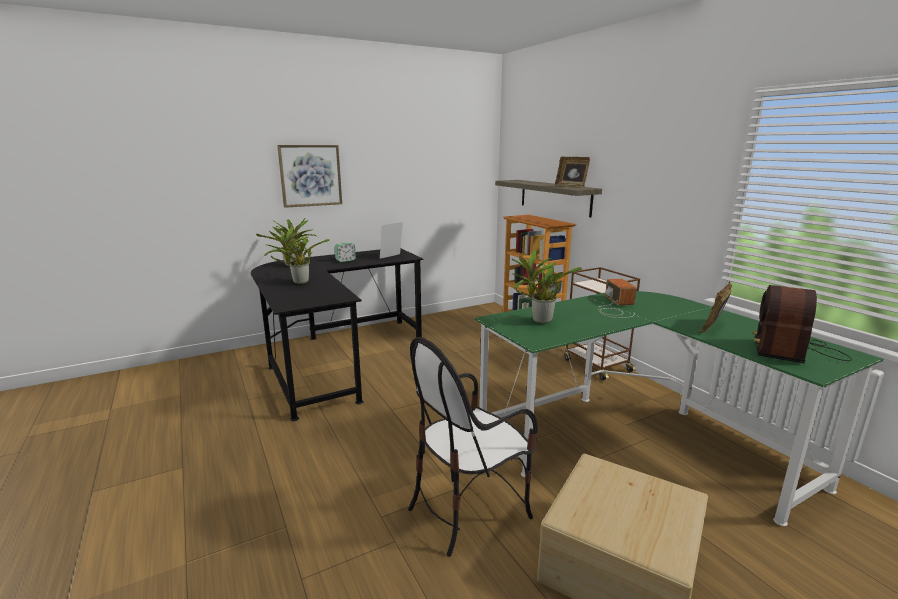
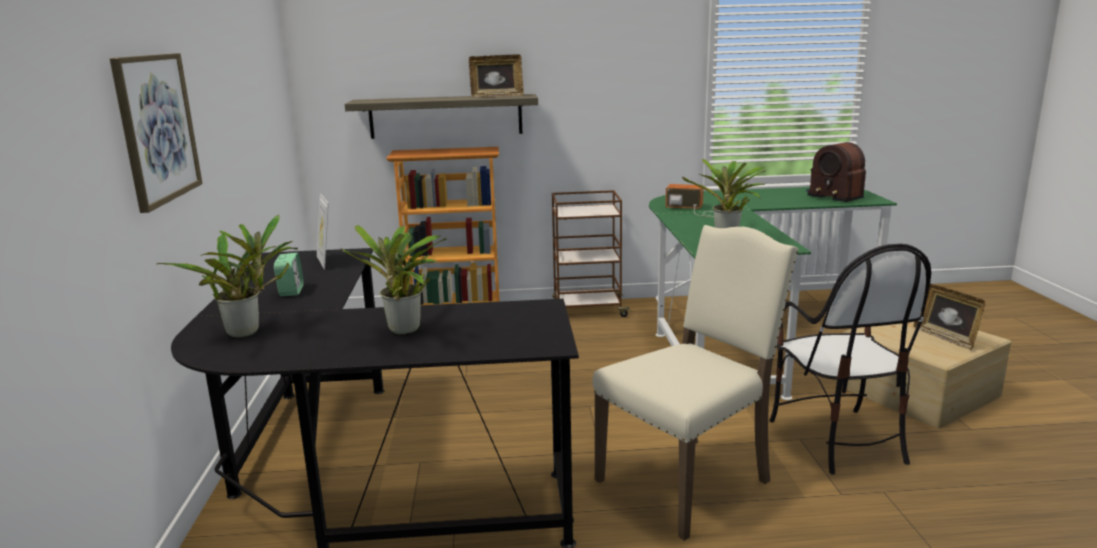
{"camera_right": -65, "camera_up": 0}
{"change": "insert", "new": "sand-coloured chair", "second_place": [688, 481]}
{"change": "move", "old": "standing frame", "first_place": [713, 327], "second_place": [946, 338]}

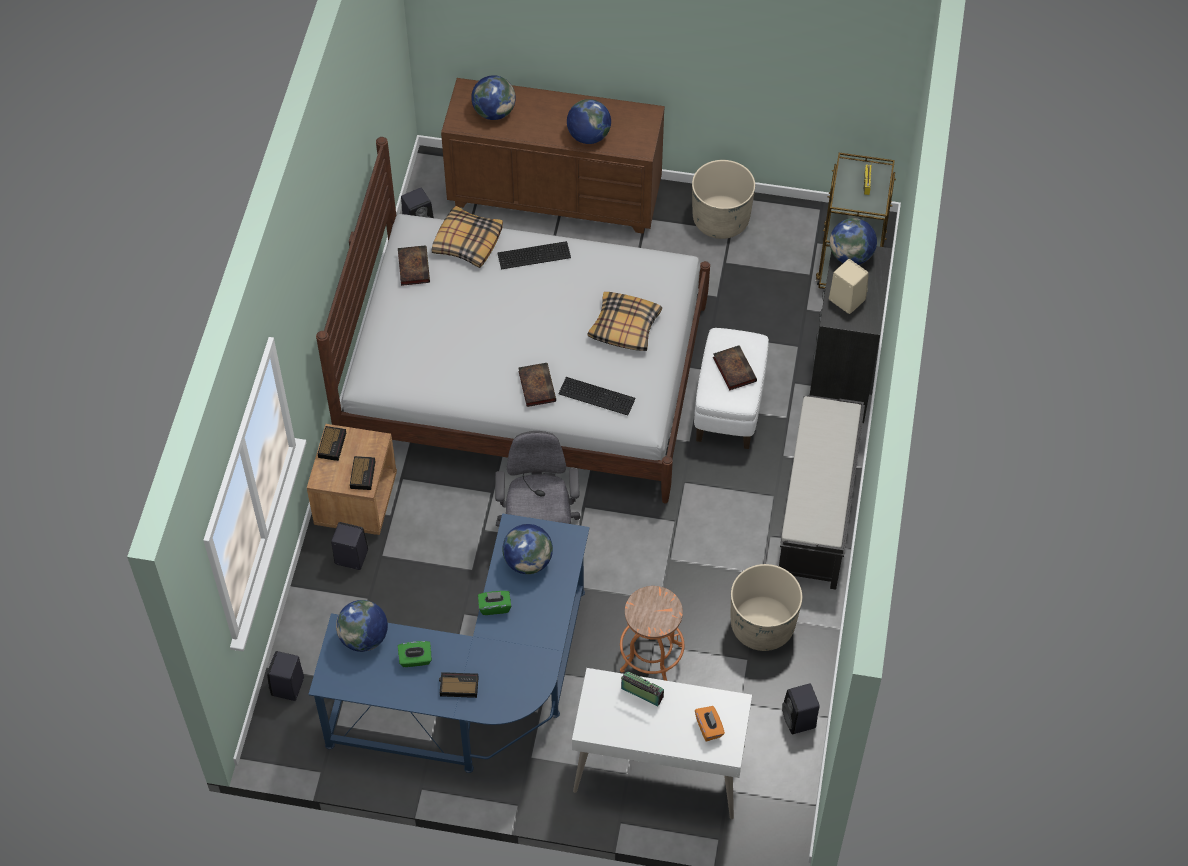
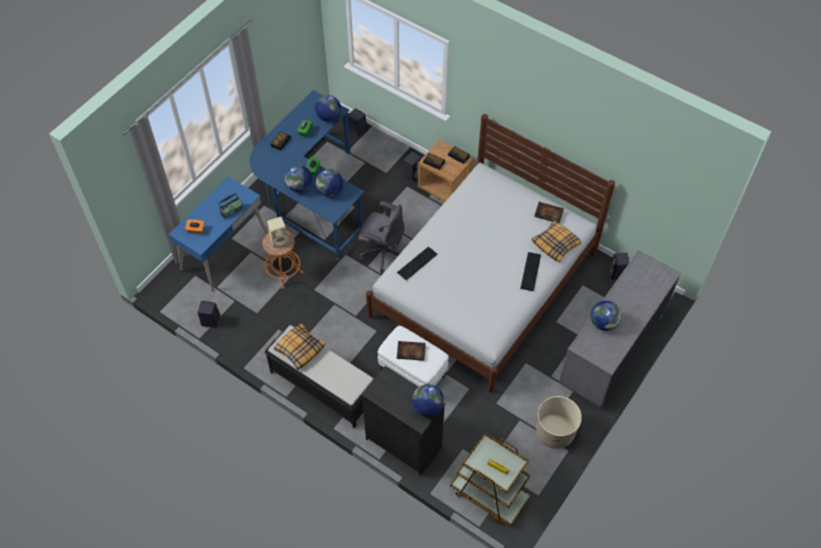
{"camera_right": 115, "camera_up": 0}
{"change": "recolor", "old": "white-coloured desk unit", "new": "blue desk unit", "first_place": [659, 770], "second_place": [224, 251]}
{"change": "move", "old": "sand-coloured loudspeaker", "first_place": [845, 299], "second_place": [280, 239]}
{"change": "move", "old": "pillow", "first_place": [624, 327], "second_place": [299, 349]}
{"change": "move", "old": "world globe", "first_place": [494, 112], "second_place": [299, 187]}
{"change": "recolor", "old": "brownish chest of drawers", "new": "greyish chest of drawers", "first_place": [555, 195], "second_place": [612, 349]}
{"change": "delete", "old": "book", "first_place": [536, 385]}
{"change": "delete", "old": "sand-coloured planter", "first_place": [762, 625]}

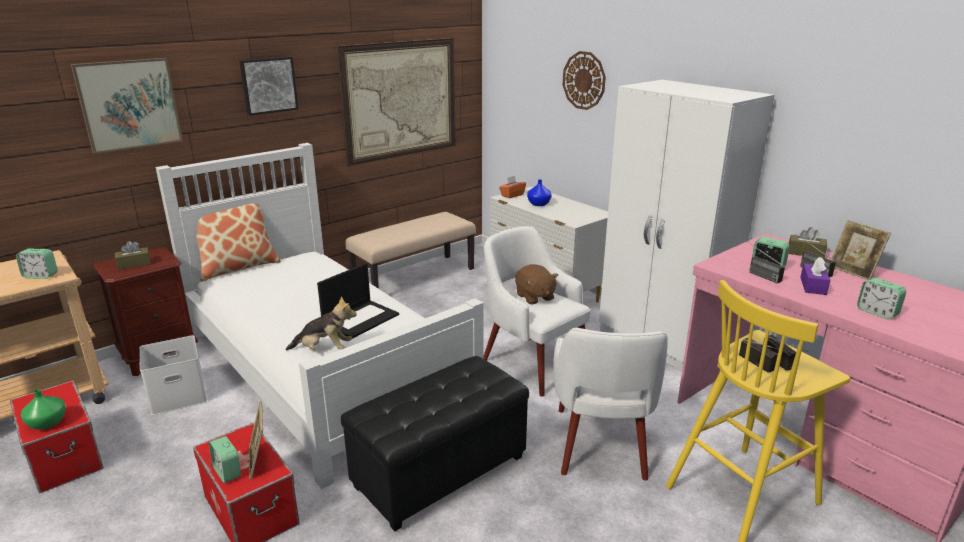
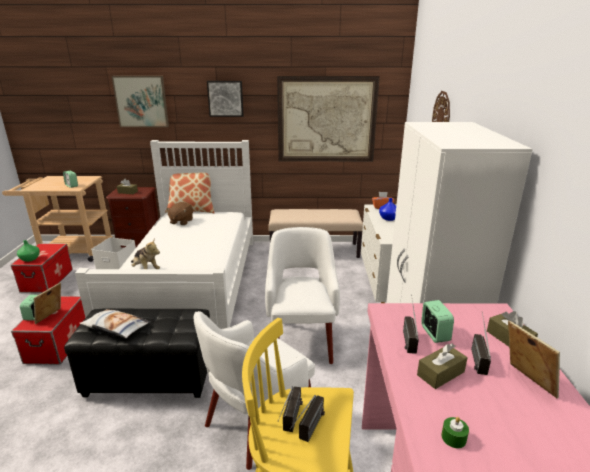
{"camera_right": 40, "camera_up": 0}
{"change": "insert", "new": "pillow", "second_place": [115, 327]}
{"change": "move", "old": "brownish cuddly toy", "first_place": [534, 297], "second_place": [181, 221]}
{"change": "recolor", "old": "purplish tissue box", "new": "brownish tissue box", "first_place": [813, 286], "second_place": [440, 373]}
{"change": "replace", "old": "table clock", "new": "green wax light", "first_place": [877, 312], "second_place": [453, 438]}
{"change": "rotate", "old": "standing frame", "first_place": [853, 272], "second_place": [525, 383], "degrees": 150}
{"change": "delete", "old": "laptop", "first_place": [361, 319]}

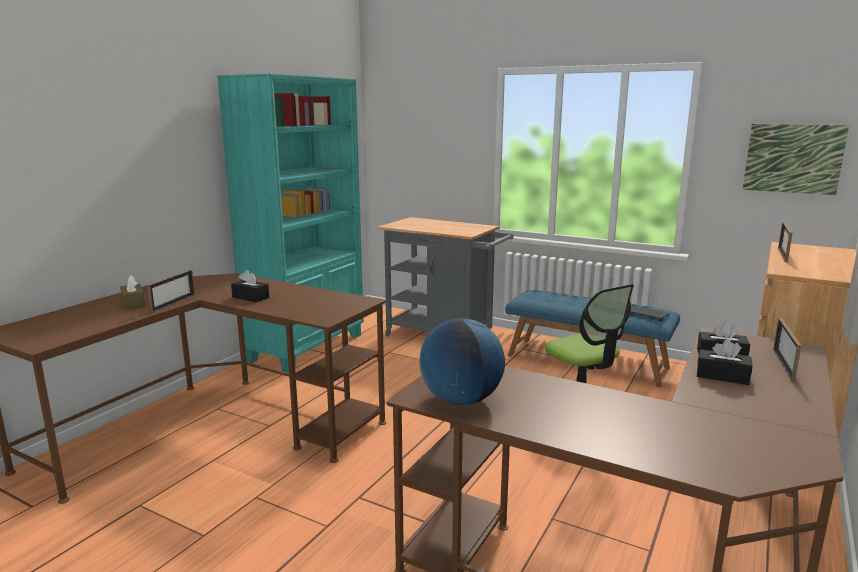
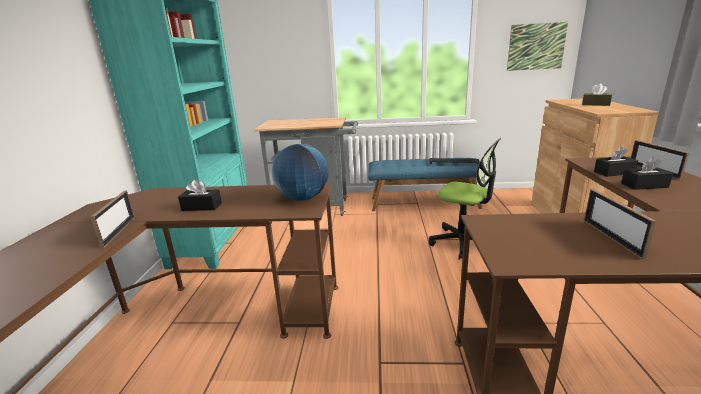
{"camera_right": -25, "camera_up": 5}
{"change": "move", "old": "world globe", "first_place": [461, 400], "second_place": [302, 198]}
{"change": "move", "old": "brownish tissue box", "first_place": [133, 303], "second_place": [596, 104]}
{"change": "move", "old": "standing frame", "first_place": [782, 255], "second_place": [611, 238]}

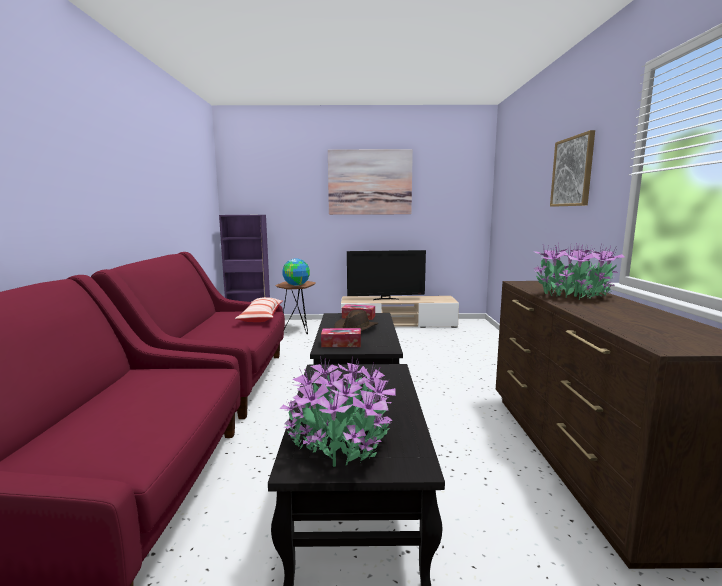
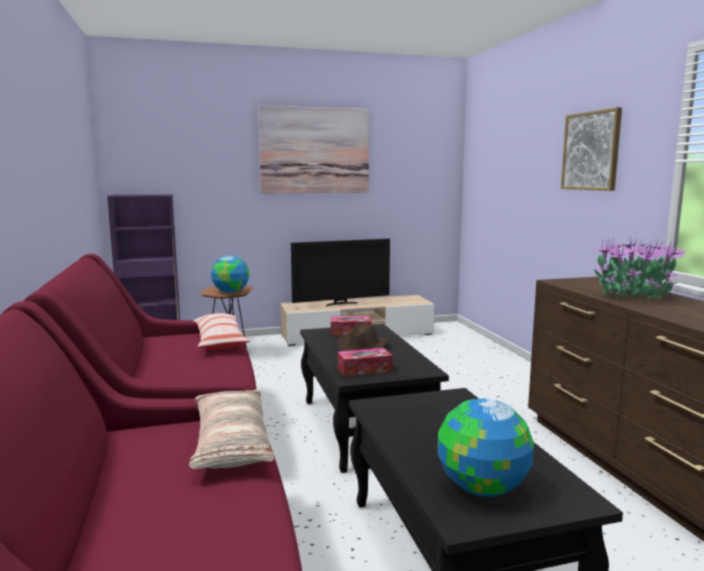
{"camera_right": -15, "camera_up": 0}
{"change": "insert", "new": "pillow", "second_place": [230, 442]}
{"change": "replace", "old": "plant in a pot", "new": "world globe", "first_place": [340, 442], "second_place": [481, 488]}

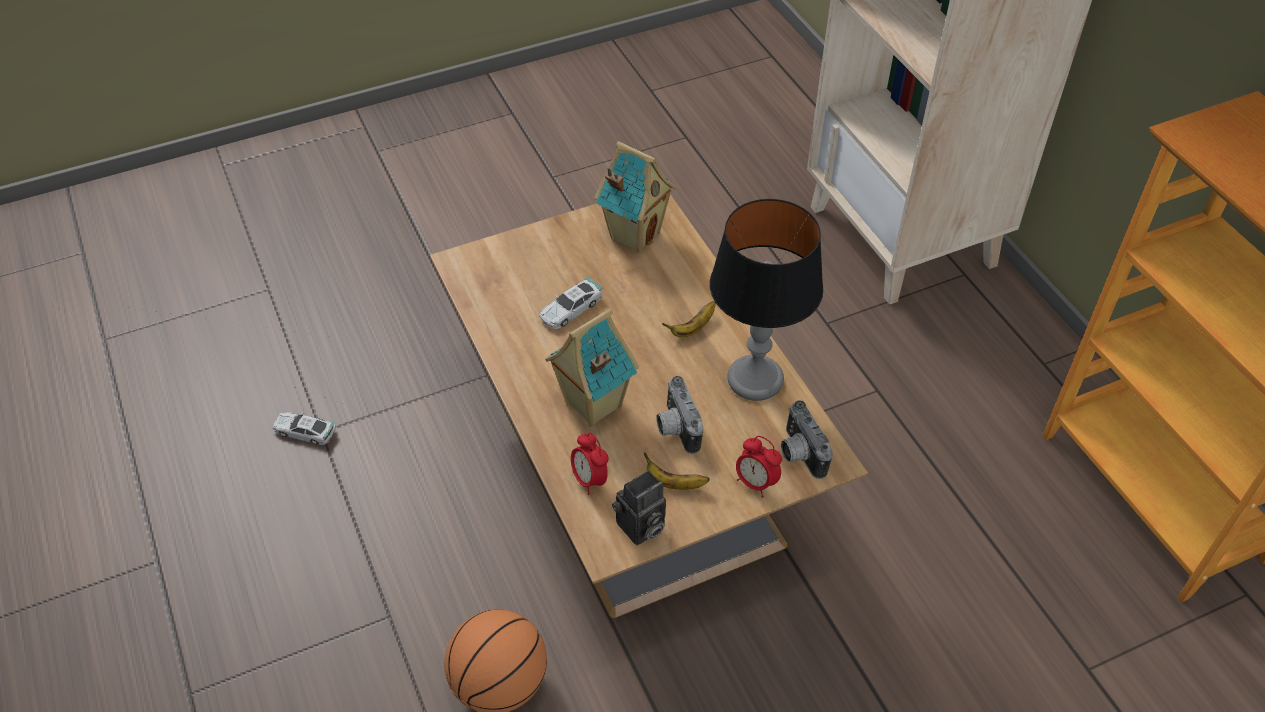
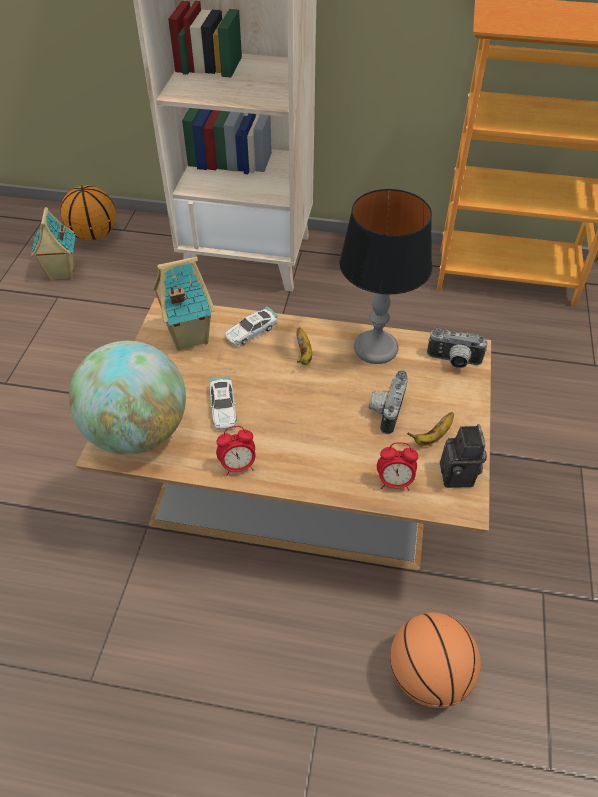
{"camera_right": -55, "camera_up": 0}
{"change": "move", "old": "model house", "first_place": [591, 405], "second_place": [61, 273]}
{"change": "insert", "new": "ball for basketball", "second_place": [94, 234]}
{"change": "insert", "new": "world globe", "second_place": [138, 432]}
{"change": "move", "old": "table clock", "first_place": [755, 483], "second_place": [238, 466]}
{"change": "move", "old": "toy car", "first_place": [305, 431], "second_place": [251, 331]}
{"change": "rotate", "old": "still camera", "first_place": [675, 428], "second_place": [385, 410], "degrees": 90}

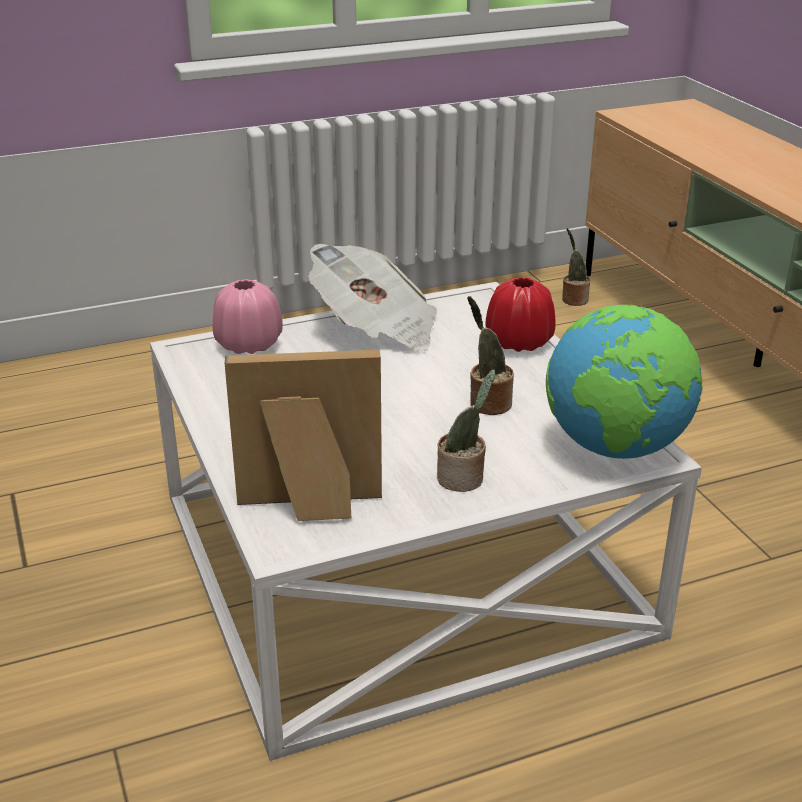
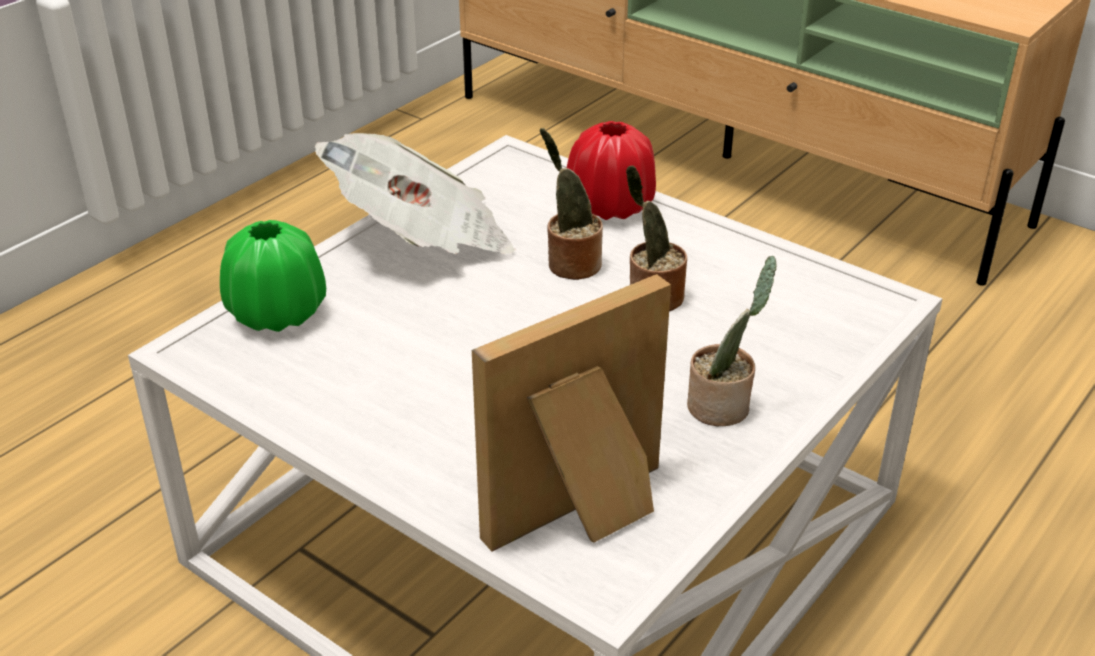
{"camera_right": -30, "camera_up": 5}
{"change": "recolor", "old": "pinkish decorative vase", "new": "green decorative vase", "first_place": [249, 344], "second_place": [278, 313]}
{"change": "move", "old": "plant in a pot", "first_place": [573, 299], "second_place": [570, 264]}
{"change": "delete", "old": "world globe", "first_place": [615, 447]}

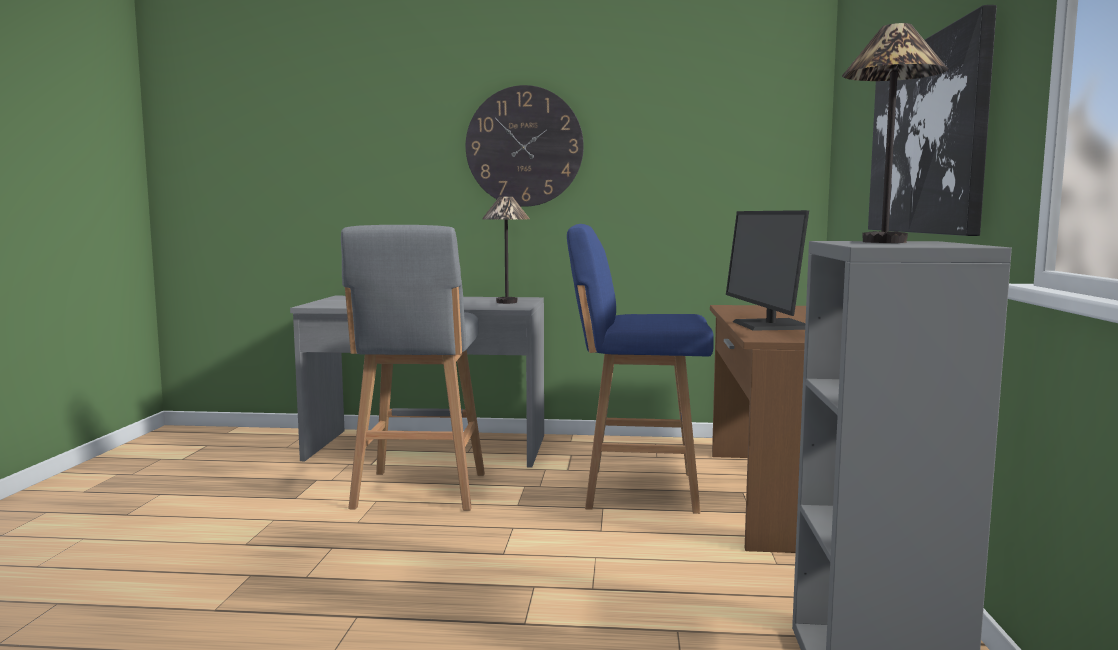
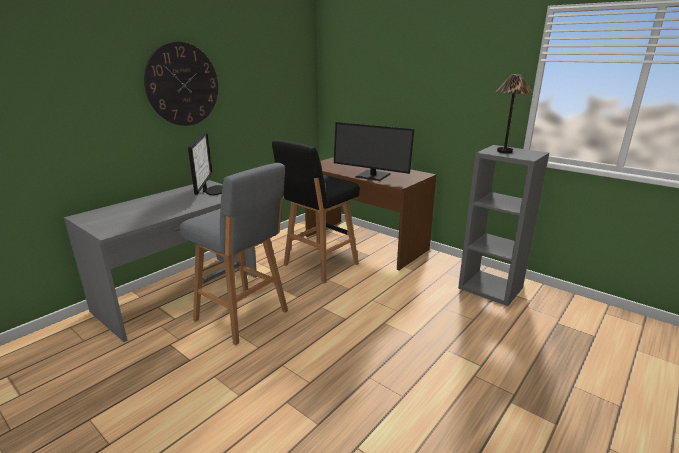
{"camera_right": -55, "camera_up": 15}
{"change": "replace", "old": "tabletop lamp", "new": "computer screen", "first_place": [506, 302], "second_place": [213, 190]}
{"change": "recolor", "old": "blue sitting stool", "new": "black-coloured sitting stool", "first_place": [636, 490], "second_place": [319, 265]}
{"change": "delete", "old": "picture", "first_place": [926, 138]}

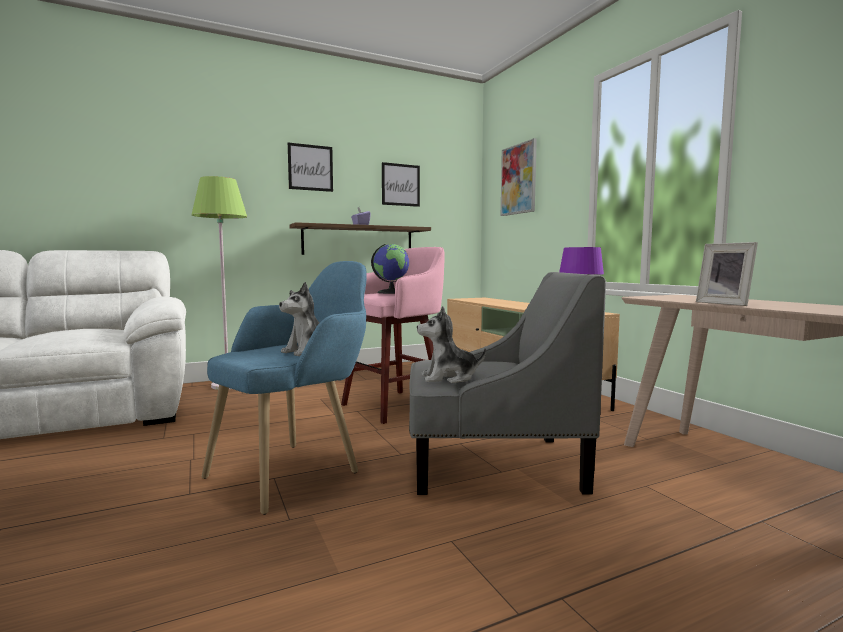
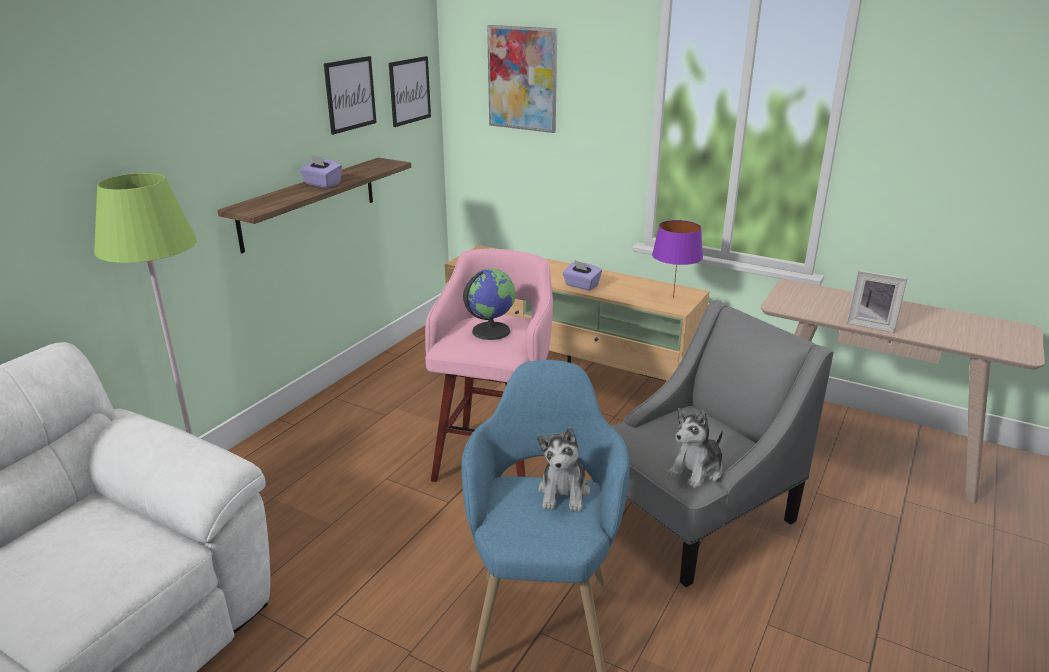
{"camera_right": -35, "camera_up": 20}
{"change": "move", "old": "picture", "first_place": [310, 167], "second_place": [409, 91]}
{"change": "insert", "new": "purplish tissue box", "second_place": [581, 285]}

